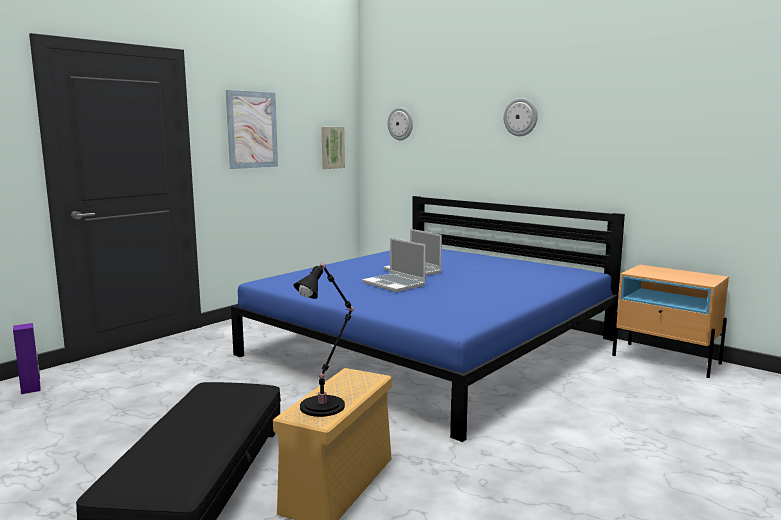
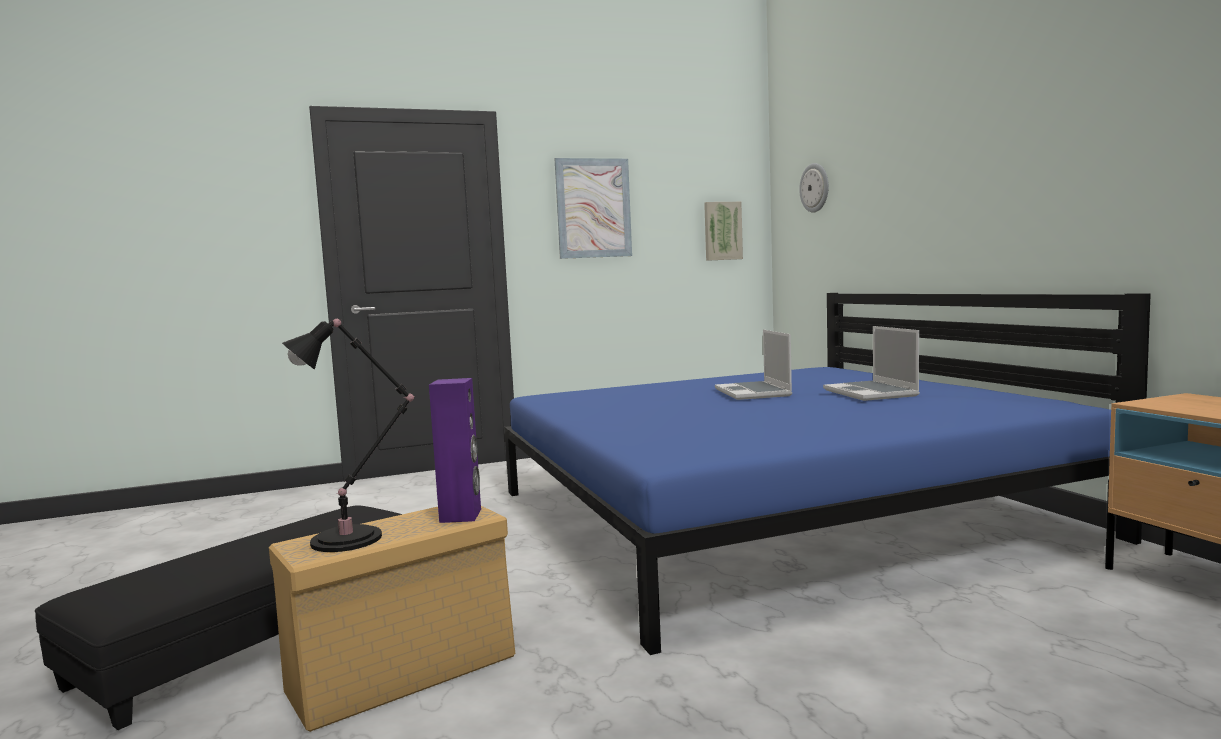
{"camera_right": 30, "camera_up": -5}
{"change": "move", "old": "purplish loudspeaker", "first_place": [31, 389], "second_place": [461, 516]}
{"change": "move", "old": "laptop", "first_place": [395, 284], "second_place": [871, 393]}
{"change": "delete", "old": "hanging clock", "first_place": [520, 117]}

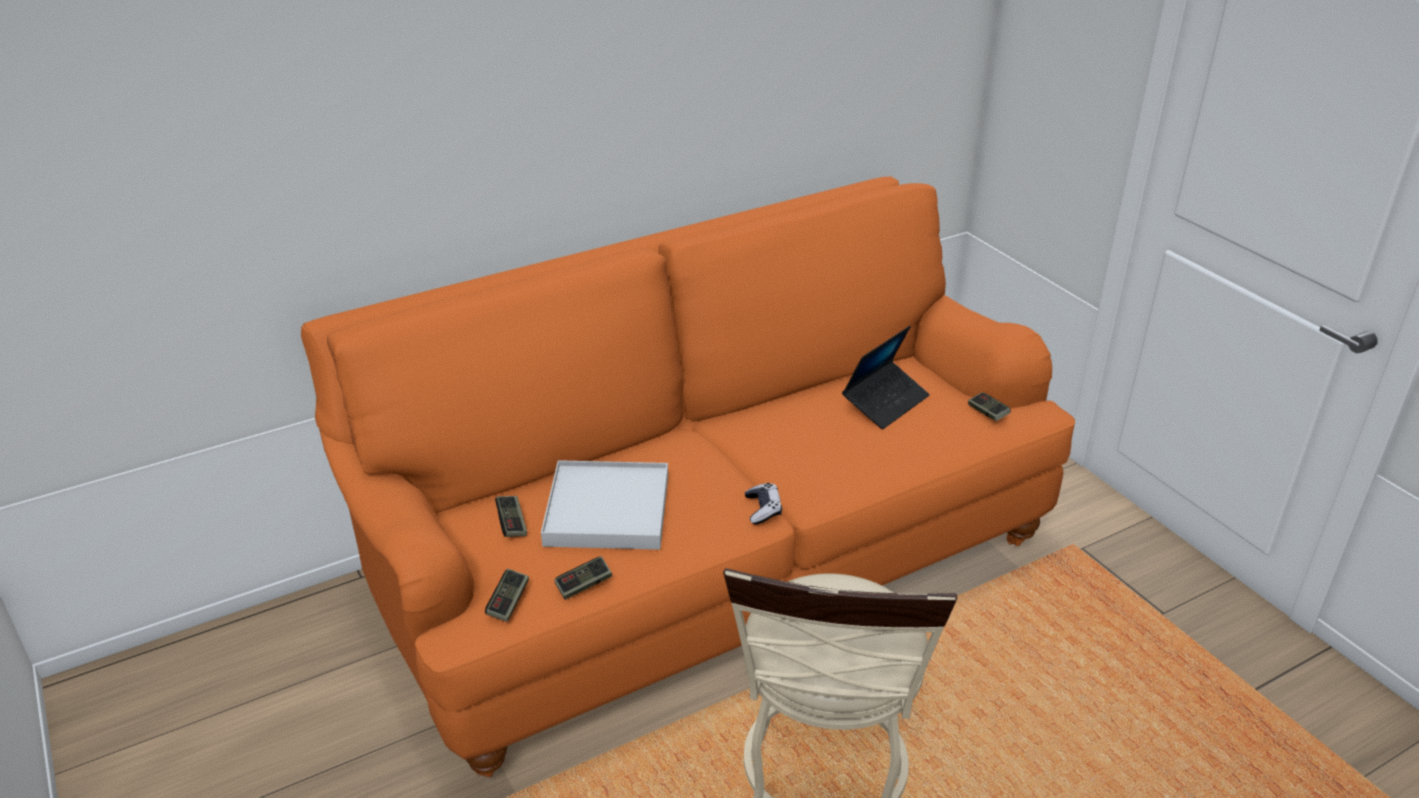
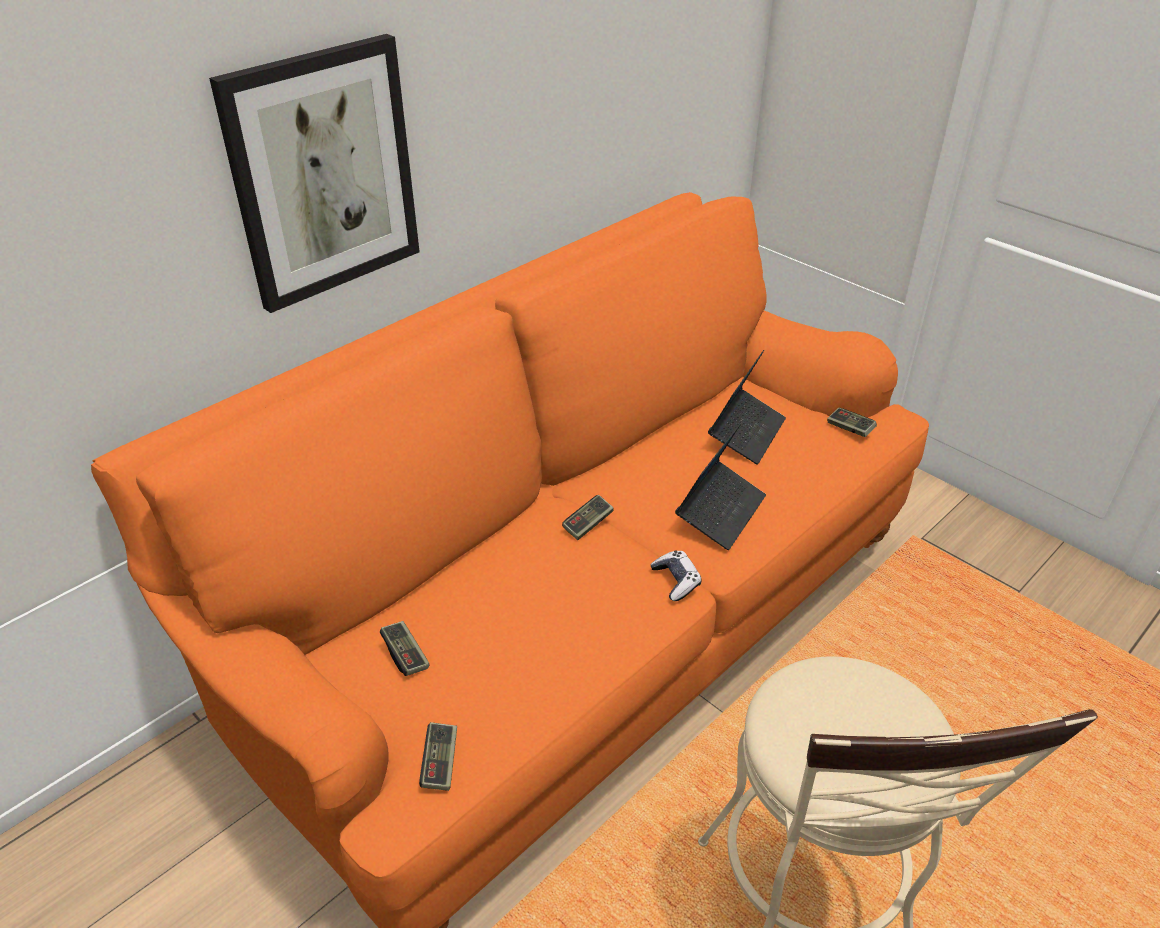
{"camera_right": -15, "camera_up": 5}
{"change": "insert", "new": "picture", "second_place": [323, 173]}
{"change": "move", "old": "joypad", "first_place": [583, 585], "second_place": [588, 524]}
{"change": "insert", "new": "laptop", "second_place": [720, 512]}
{"change": "delete", "old": "white-coloured carrying tray", "first_place": [608, 510]}

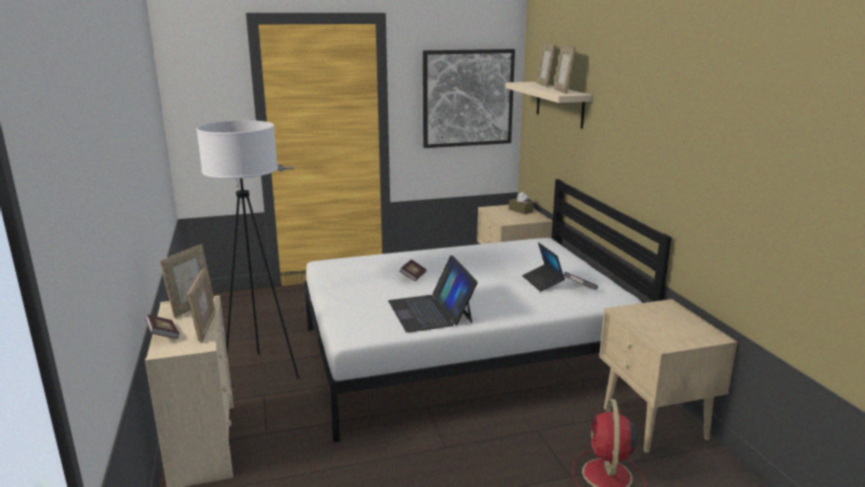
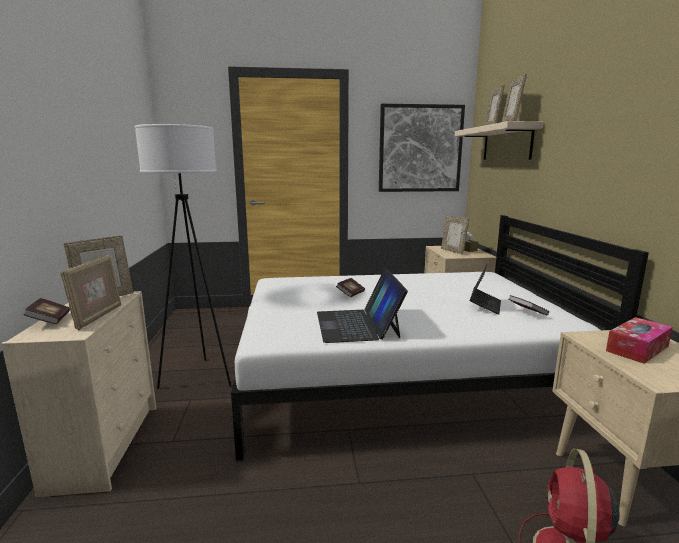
{"camera_right": 10, "camera_up": -5}
{"change": "insert", "new": "standing frame", "second_place": [453, 251]}
{"change": "rotate", "old": "laptop", "first_place": [542, 282], "second_place": [485, 305], "degrees": -150}
{"change": "insert", "new": "tissue box", "second_place": [637, 348]}

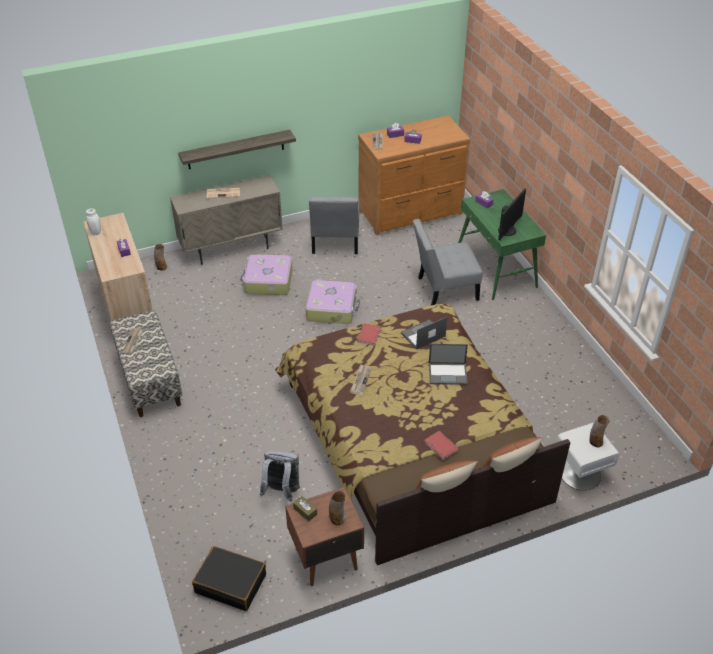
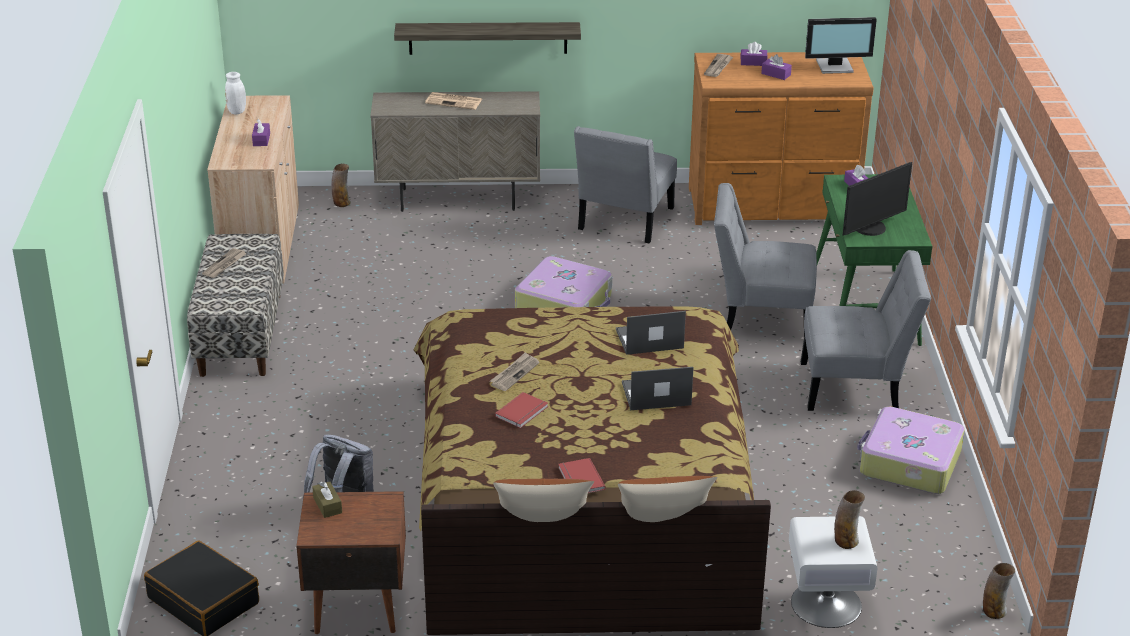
{"camera_right": 20, "camera_up": -10}
{"change": "move", "old": "reddish book", "first_place": [370, 335], "second_place": [523, 412]}
{"change": "rotate", "old": "laptop", "first_place": [448, 373], "second_place": [655, 394], "degrees": 150}
{"change": "insert", "new": "greyish chair", "second_place": [856, 387]}
{"change": "insert", "new": "computer screen", "second_place": [835, 67]}
{"change": "move", "old": "travel case", "first_place": [268, 281], "second_place": [908, 463]}
{"change": "move", "old": "decorative vase", "first_place": [337, 518], "second_place": [994, 611]}

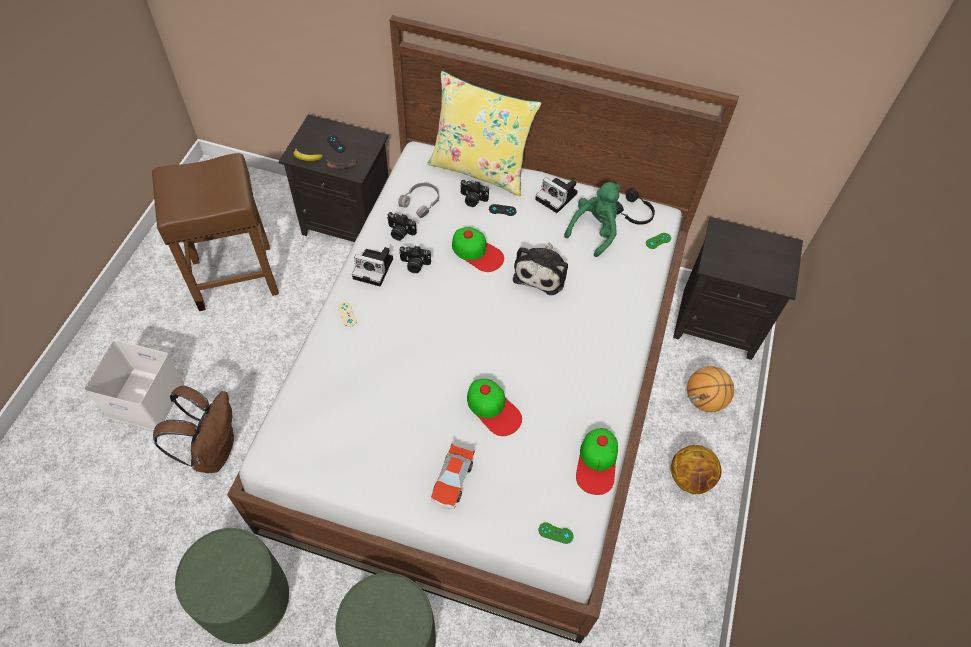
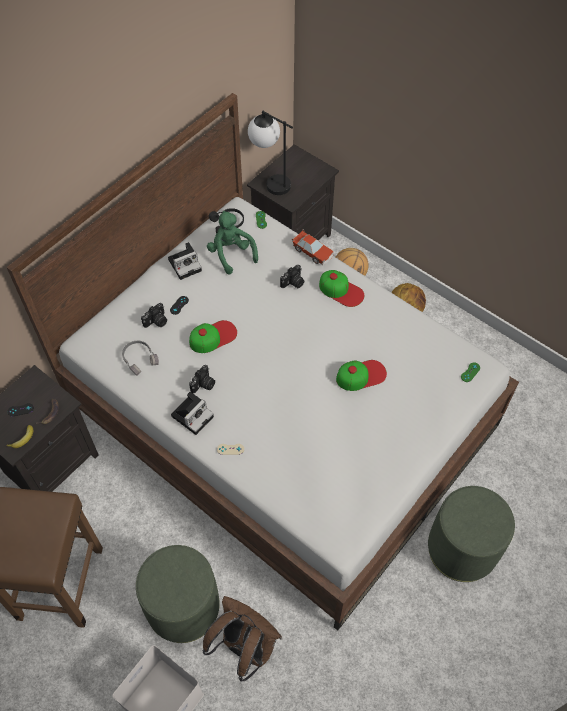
{"camera_right": -65, "camera_up": 0}
{"change": "move", "old": "green footrest", "first_place": [246, 600], "second_place": [183, 607]}
{"change": "insert", "new": "tabletop lamp", "second_place": [270, 181]}
{"change": "move", "old": "still camera", "first_place": [400, 232], "second_place": [293, 283]}
{"change": "move", "old": "toy car", "first_place": [452, 481], "second_place": [312, 252]}
{"change": "move", "old": "cap", "first_place": [597, 463], "second_place": [341, 290]}
{"change": "delete", "old": "yellow-coloured pillow", "first_place": [480, 168]}
{"change": "delete", "old": "cuddly toy", "first_place": [542, 272]}

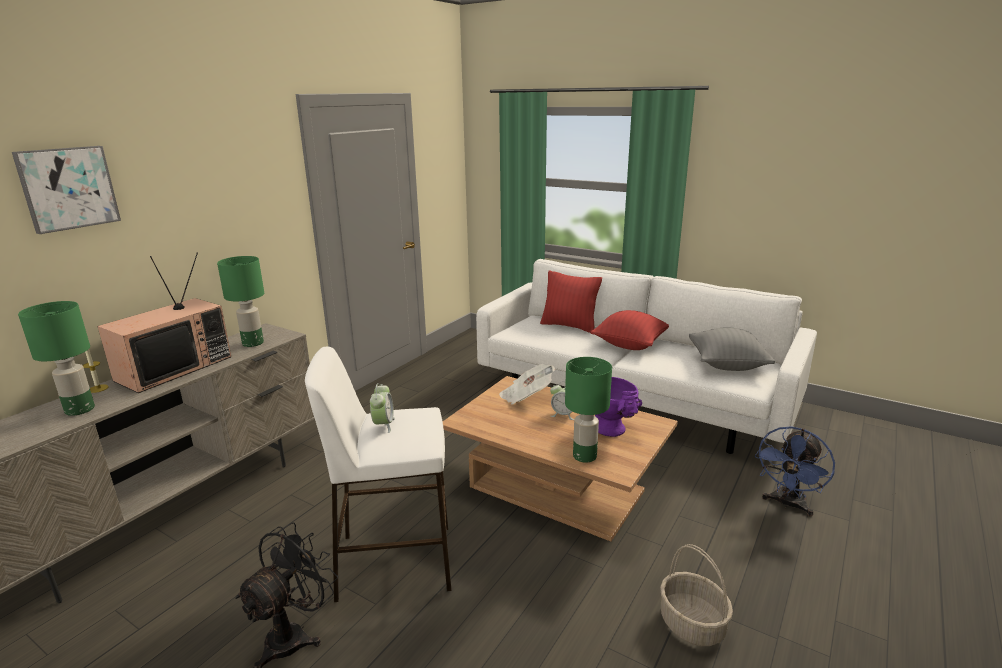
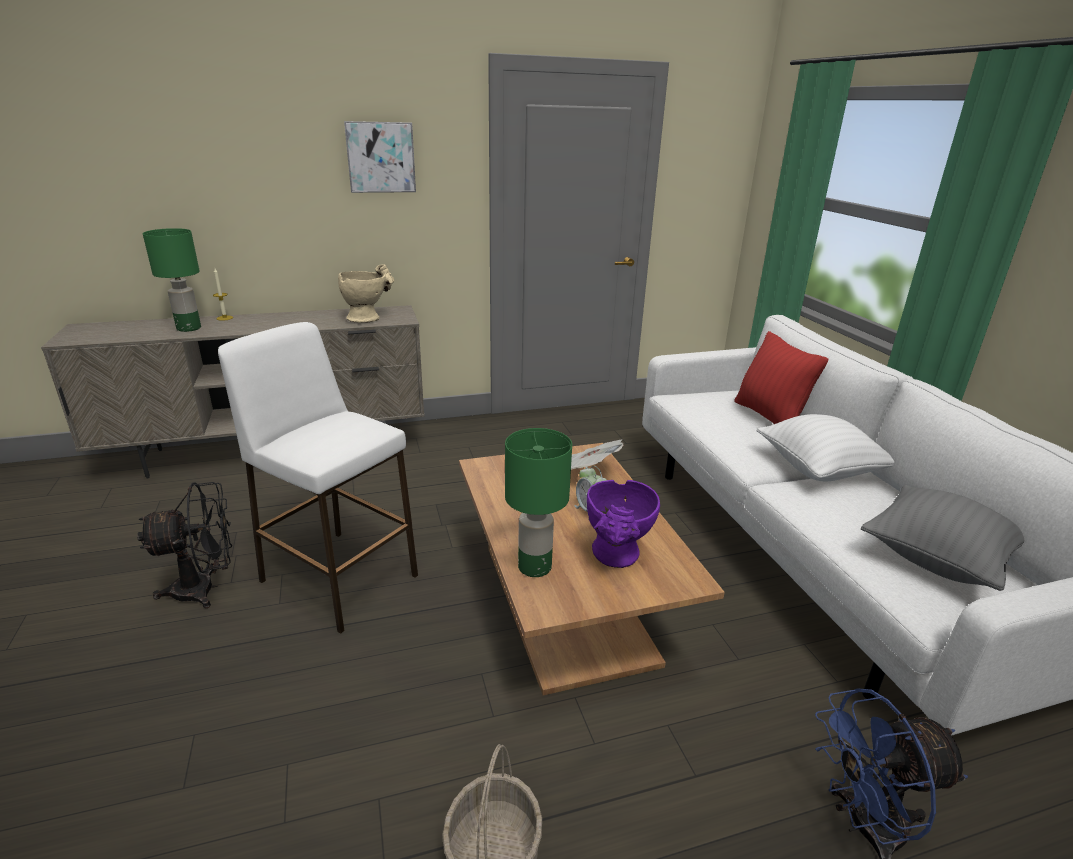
{"camera_right": 40, "camera_up": 5}
{"change": "replace", "old": "green tabletop lamp", "new": "sand-coloured decorative vase", "first_place": [252, 343], "second_place": [368, 318]}
{"change": "move", "old": "picture", "first_place": [68, 188], "second_place": [380, 157]}
{"change": "recolor", "old": "reddish pillow", "new": "white-coloured pillow", "first_place": [630, 345], "second_place": [819, 469]}
{"change": "delete", "old": "TV set", "first_place": [175, 368]}
{"change": "delete", "old": "table clock", "first_place": [383, 425]}

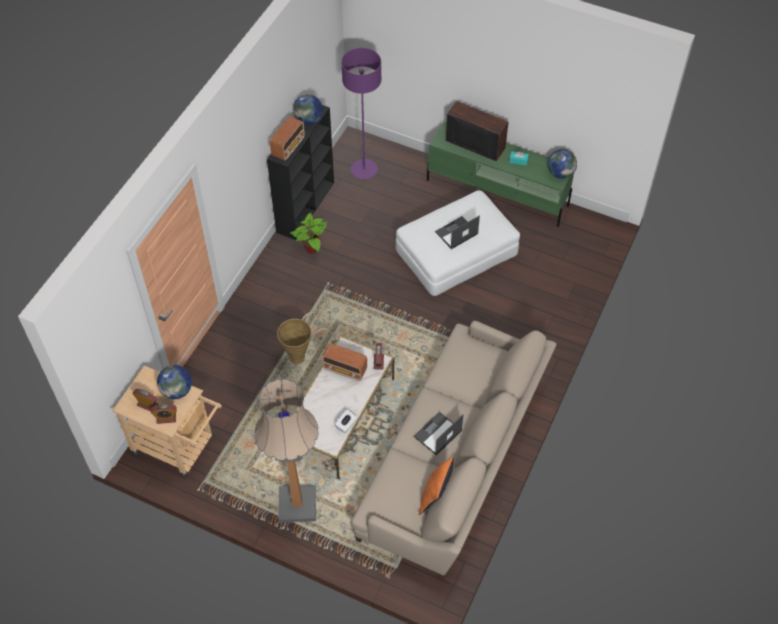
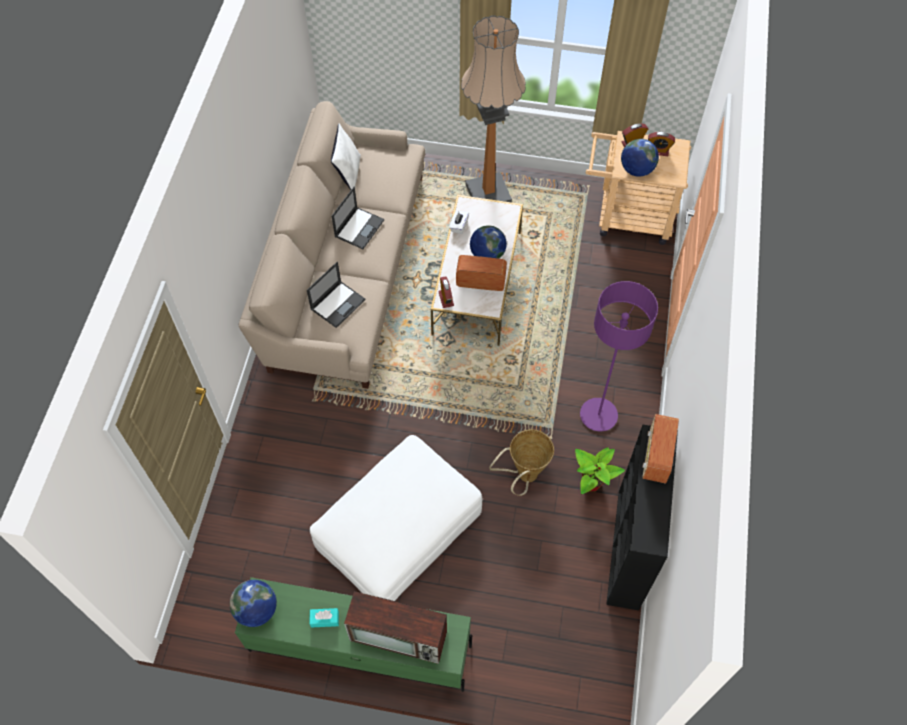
{"camera_right": 165, "camera_up": 5}
{"change": "move", "old": "laptop", "first_place": [456, 233], "second_place": [338, 304]}
{"change": "recolor", "old": "orange pillow", "new": "white-coloured pillow", "first_place": [435, 496], "second_place": [348, 174]}
{"change": "move", "old": "world globe", "first_place": [308, 120], "second_place": [487, 254]}
{"change": "move", "old": "basket", "first_place": [301, 356], "second_place": [523, 477]}
{"change": "move", "old": "purplish standing lamp", "first_place": [364, 170], "second_place": [598, 415]}

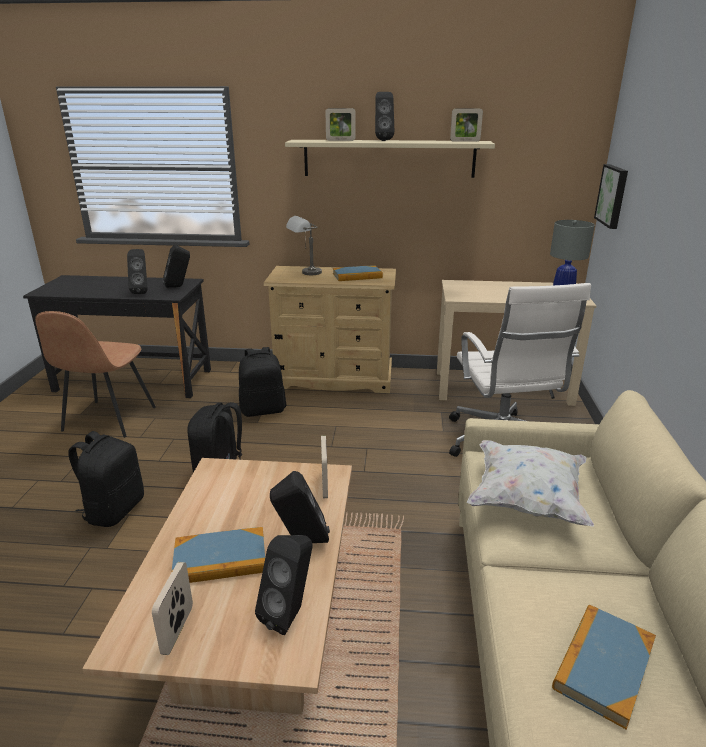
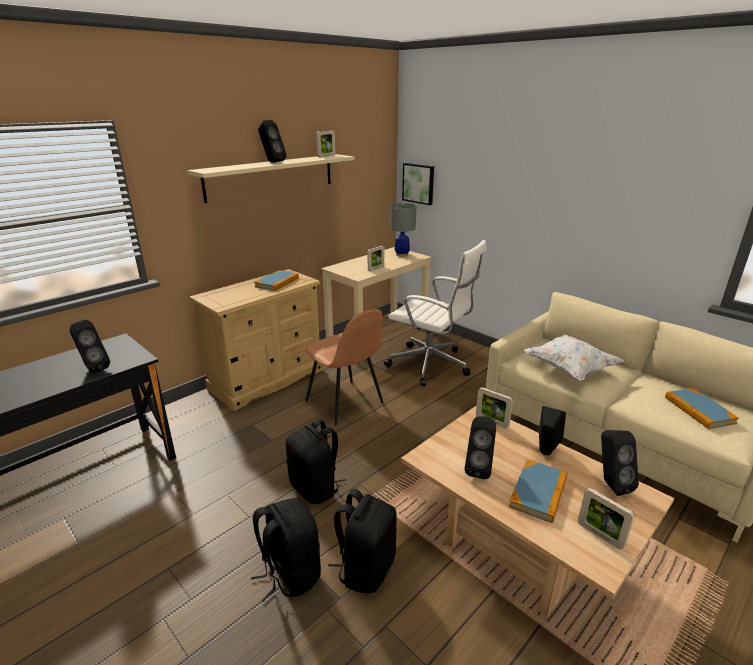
{"camera_right": -50, "camera_up": 0}
{"change": "move", "old": "brownish chair", "first_place": [108, 420], "second_place": [345, 403]}
{"change": "move", "old": "black-coloured knapsack", "first_place": [263, 410], "second_place": [366, 568]}
{"change": "move", "old": "standing frame", "first_place": [340, 140], "second_place": [376, 268]}
{"change": "move", "old": "black-coloured loudspeaker", "first_place": [178, 286], "second_place": [479, 468]}
{"change": "delete", "old": "greyish tabletop lamp", "first_place": [305, 273]}

